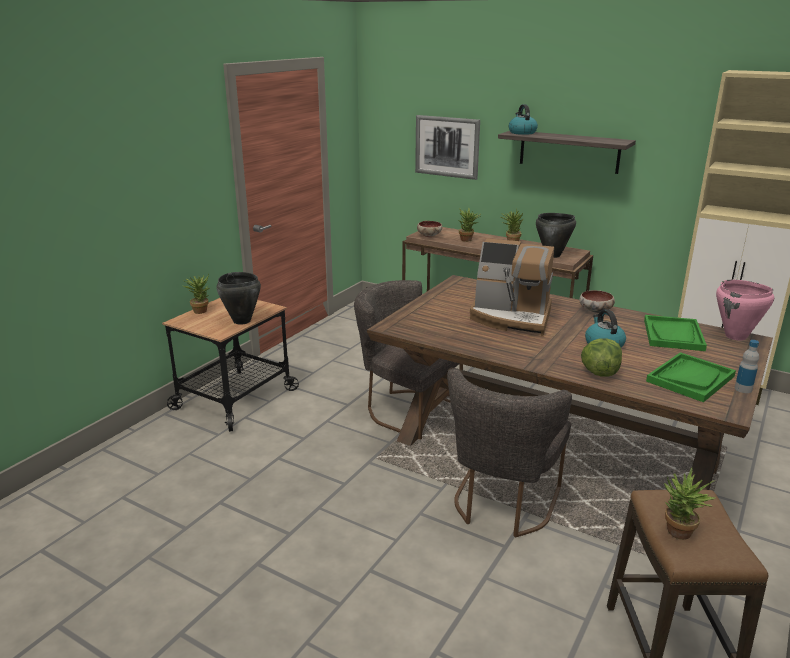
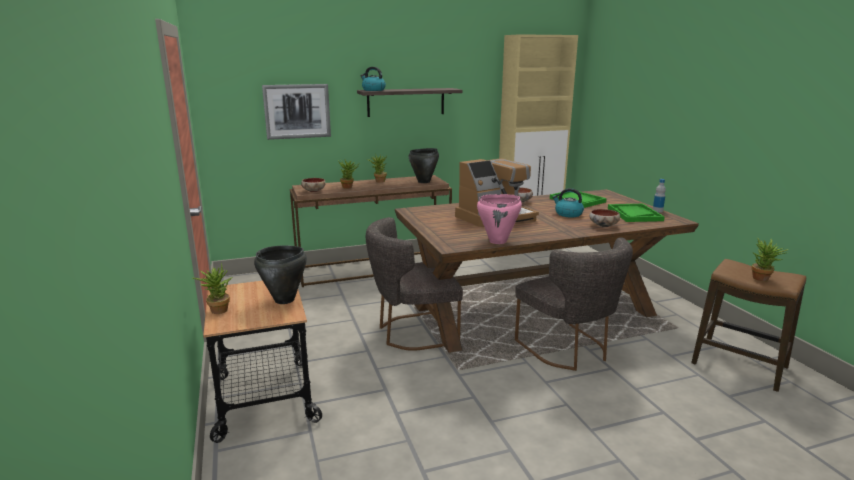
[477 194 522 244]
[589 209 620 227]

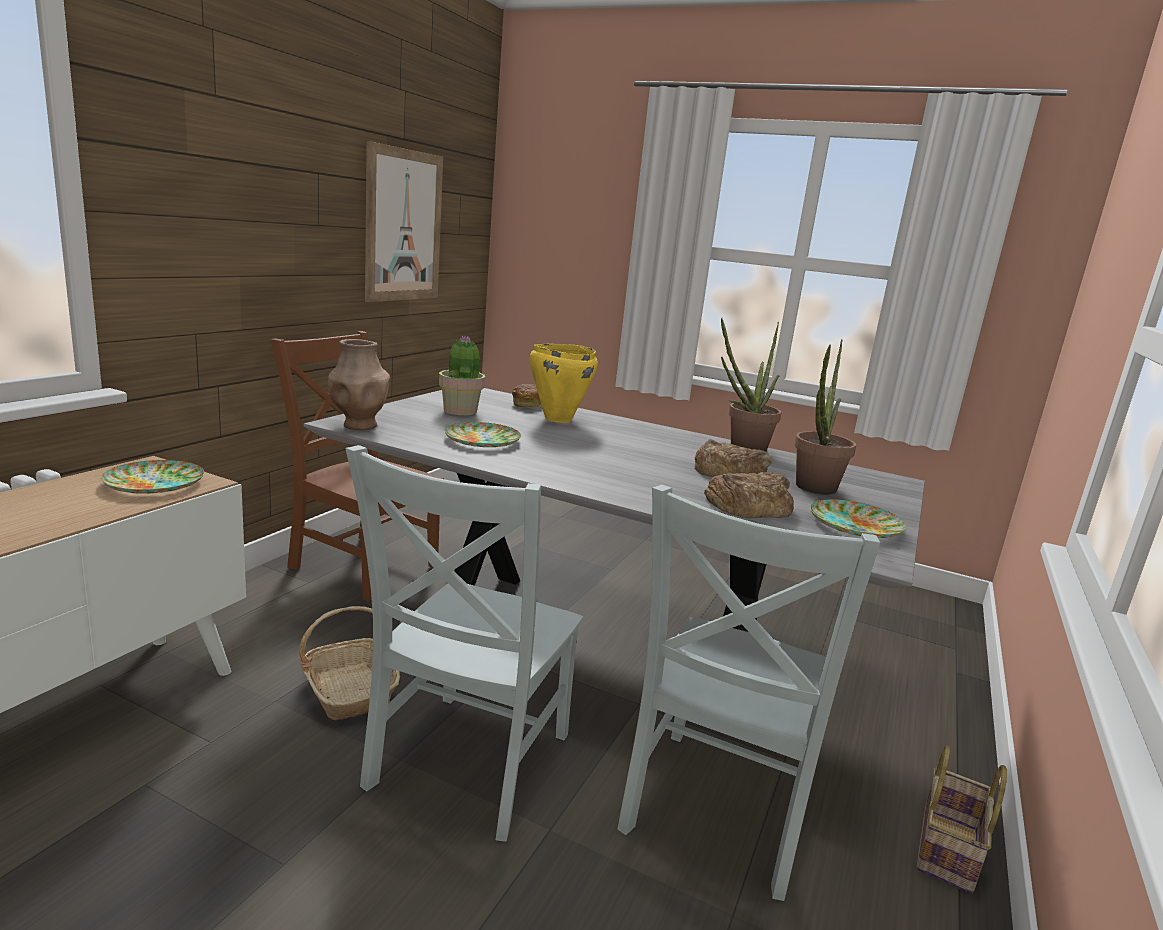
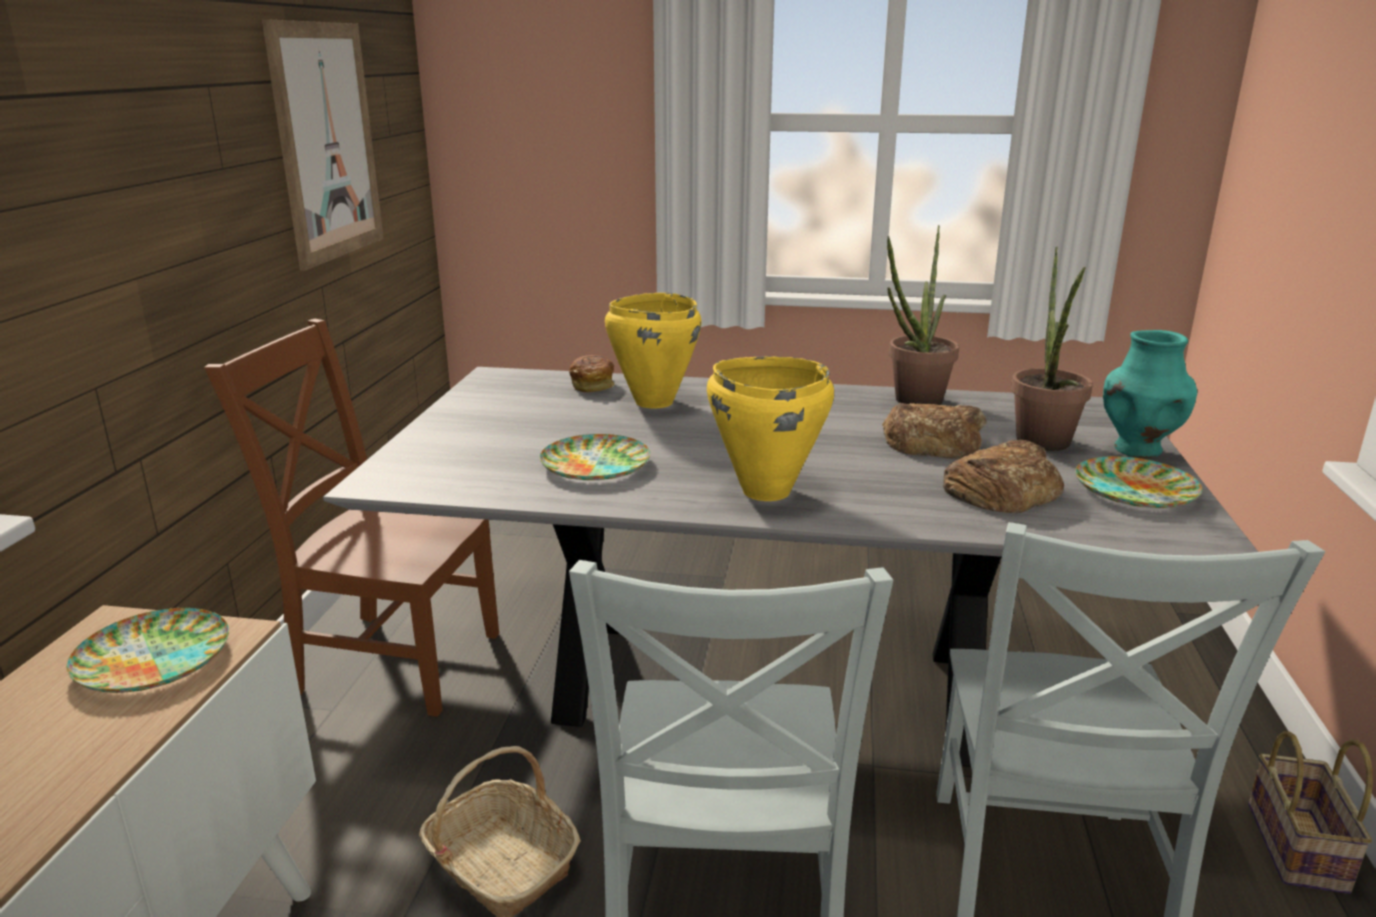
[707 357 834 501]
[1103 330 1197 458]
[328 339 390 430] (first image)
[439 335 485 416] (first image)

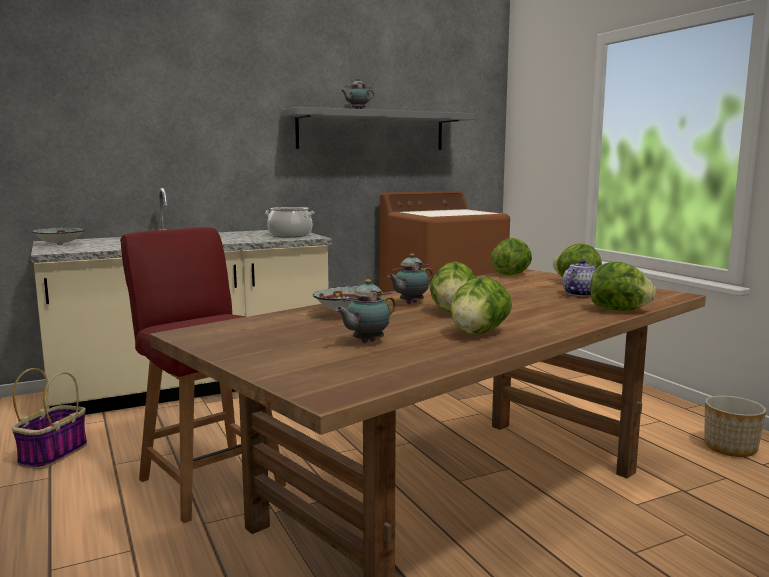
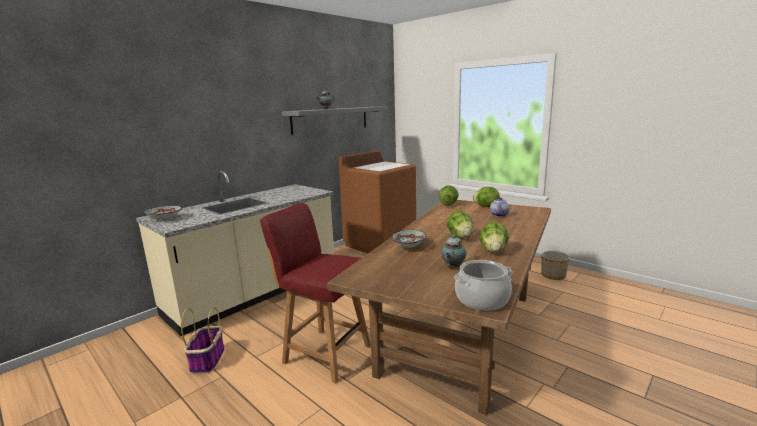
[454 260 512 310]
[388 254 433 304] (first image)
[590 262 656 311] (first image)

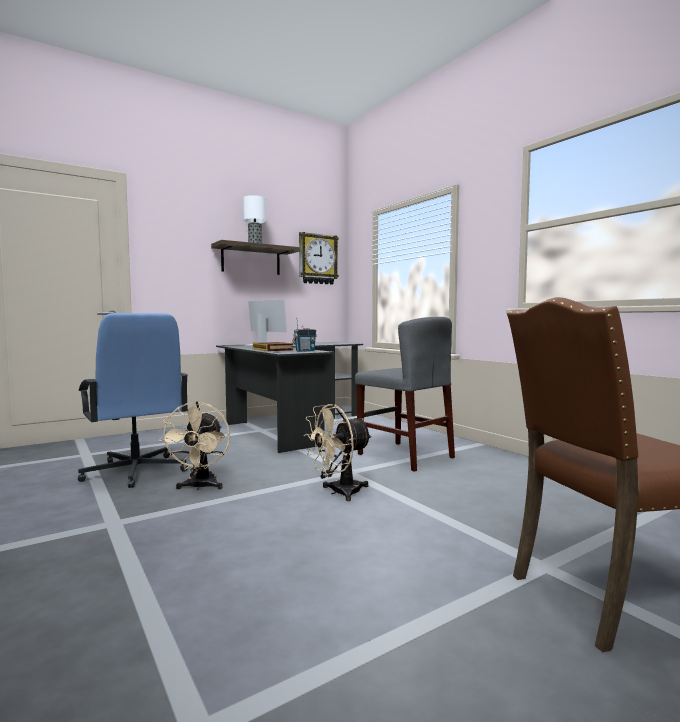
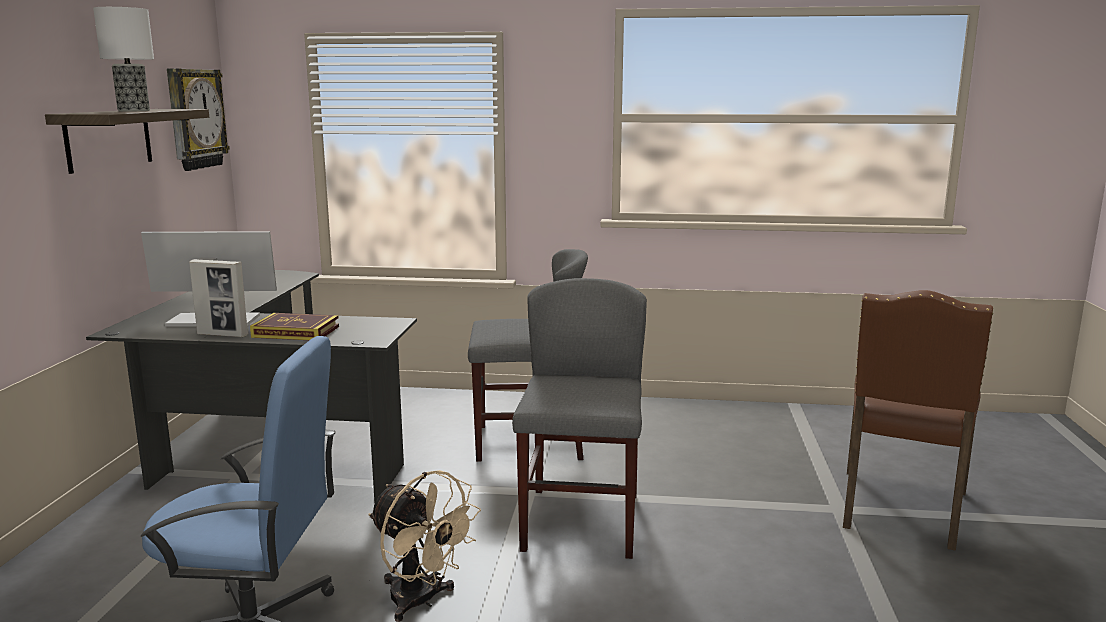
[189 259 248 337]
[512 278 647 559]
[292 317 317 352] (first image)

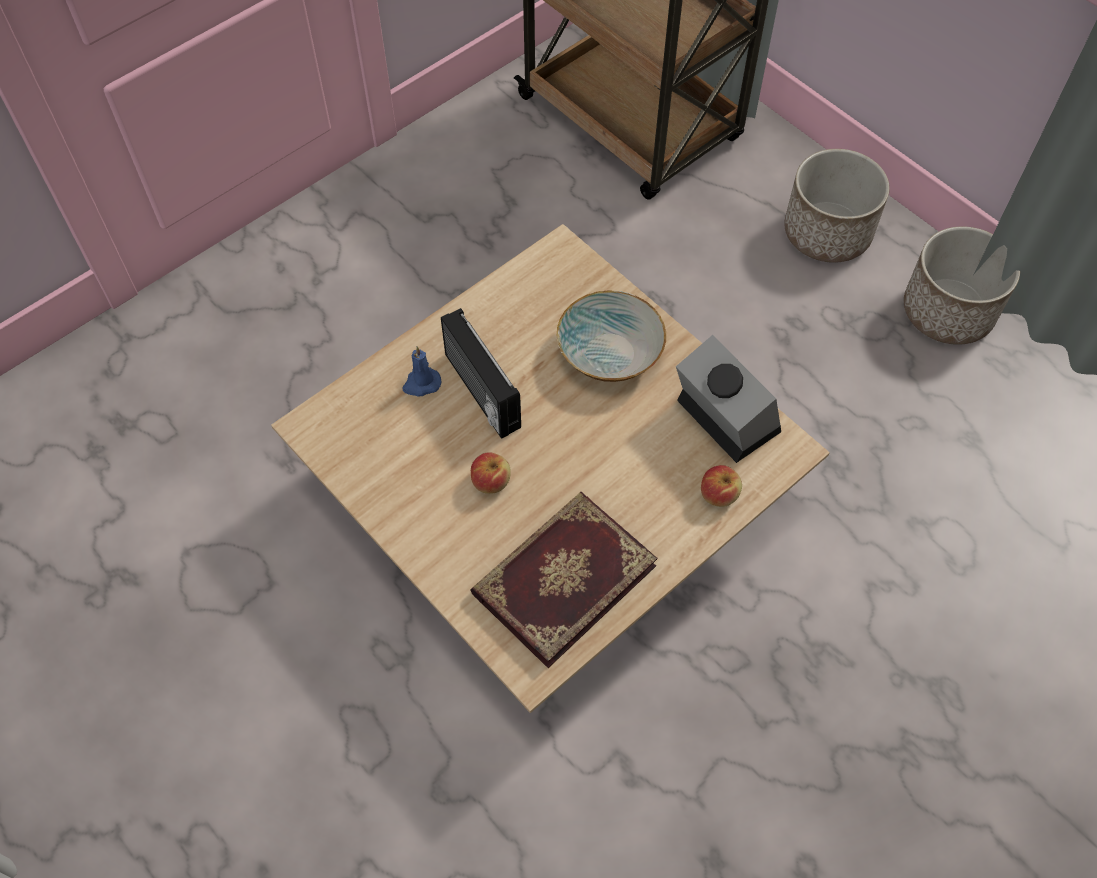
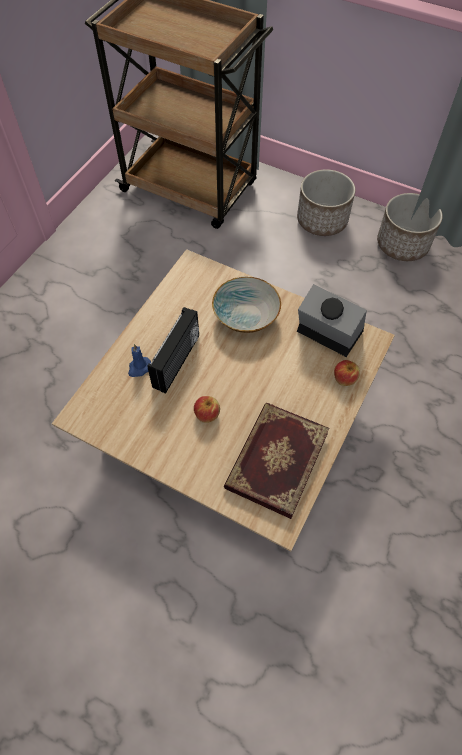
[147 307 199 394]

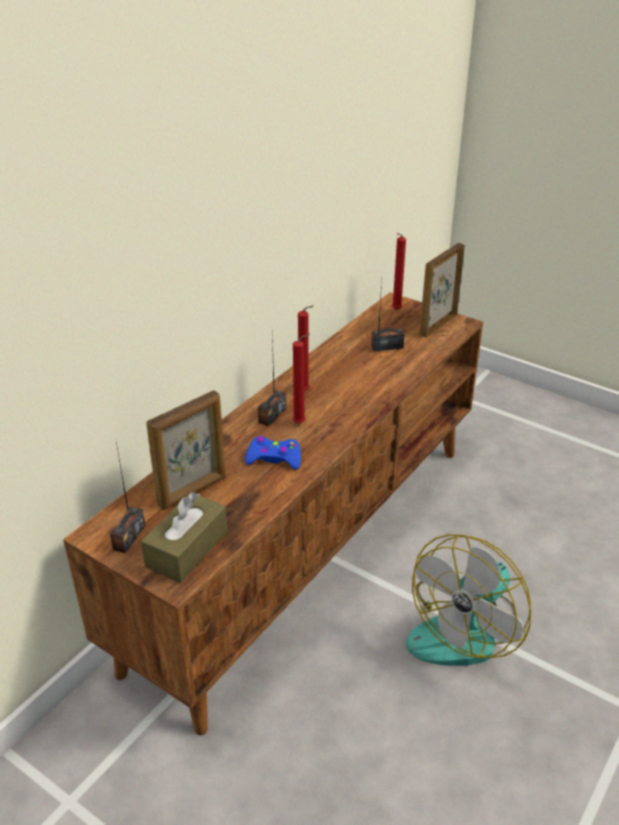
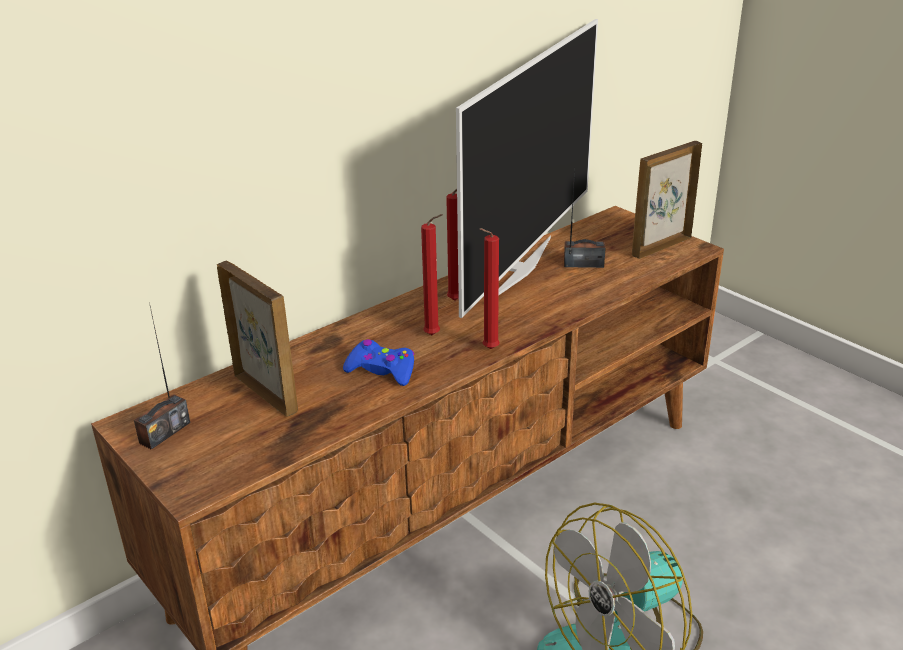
[217 260 298 417]
[456 19 598 318]
[480 228 500 349]
[141 492 228 583] (first image)
[258 336 286 426] (first image)

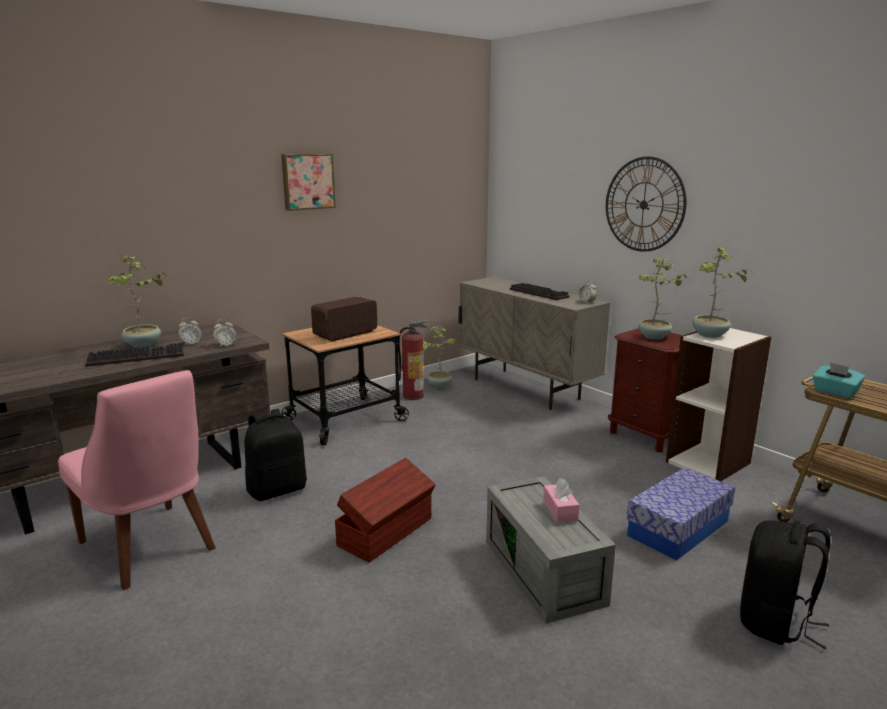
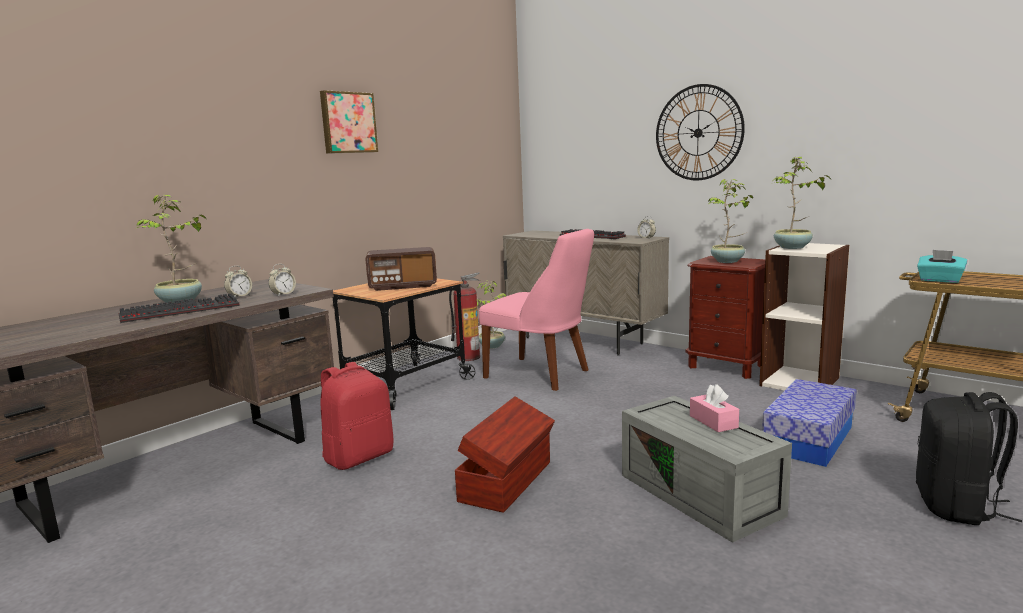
[321 362 393 470]
[365 247 437 291]
[479 229 594 391]

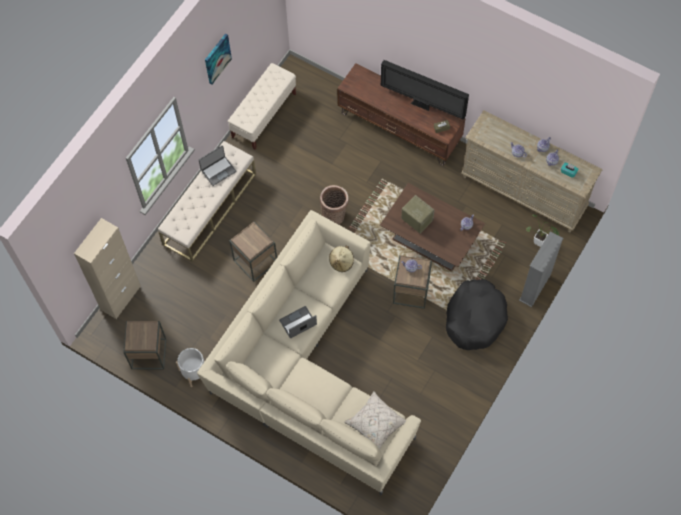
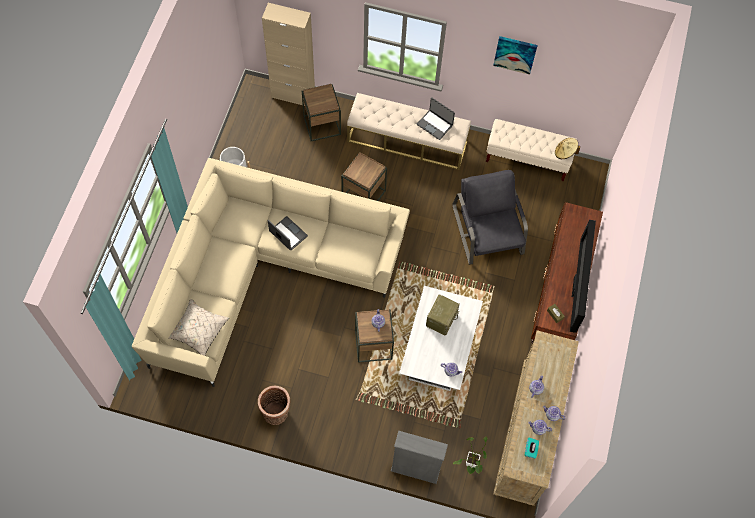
[258 386 291 425]
[302 84 341 141]
[399 286 483 391]
[453 170 528 265]
[555 138 580 159]
[446 279 508 350] (first image)

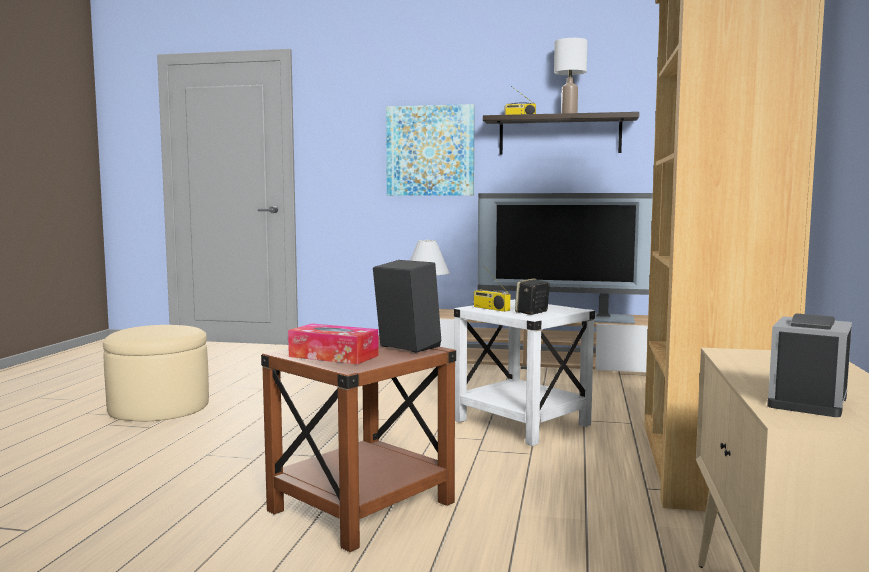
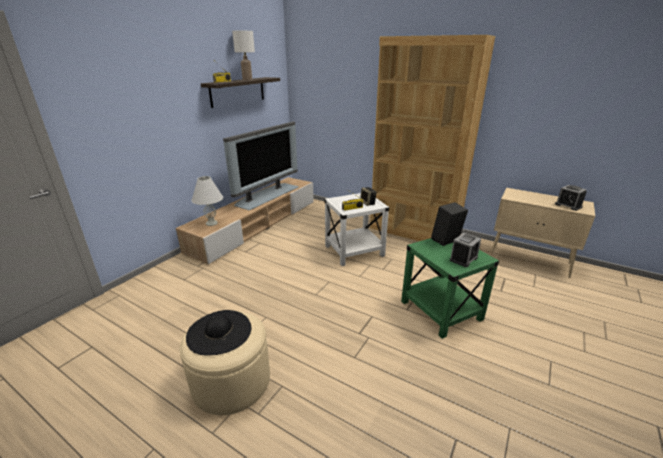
[186 310 251 356]
[401 238 499 339]
[450 233 481 267]
[386 104 475 196] (first image)

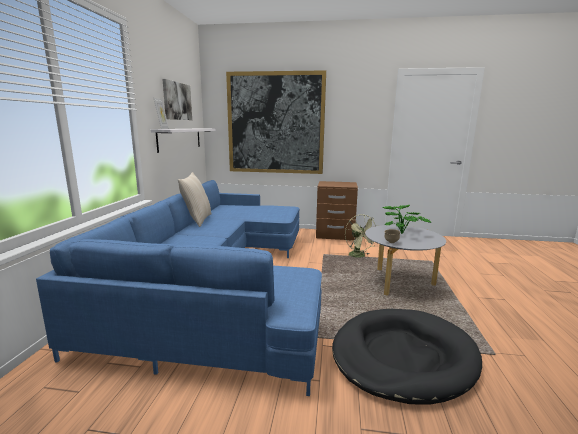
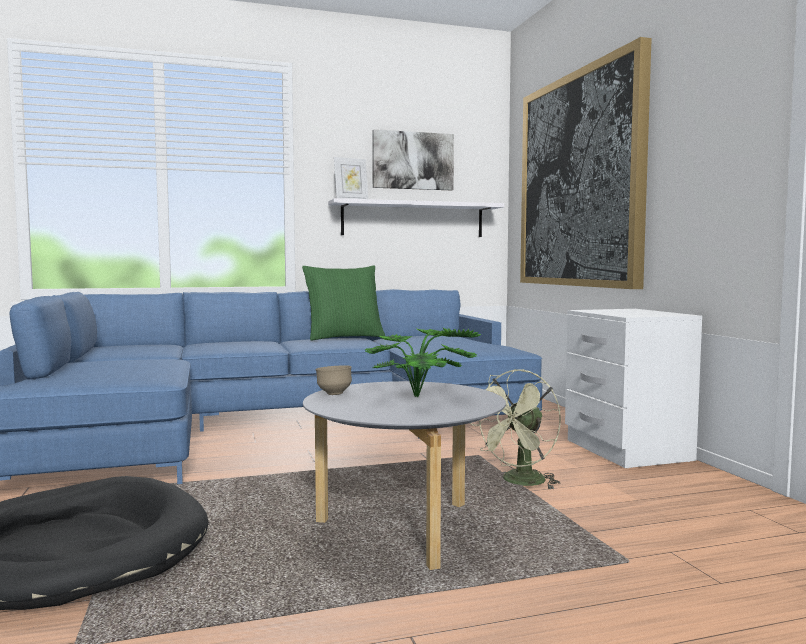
[302 265 385 341]
[565 309 702 468]

